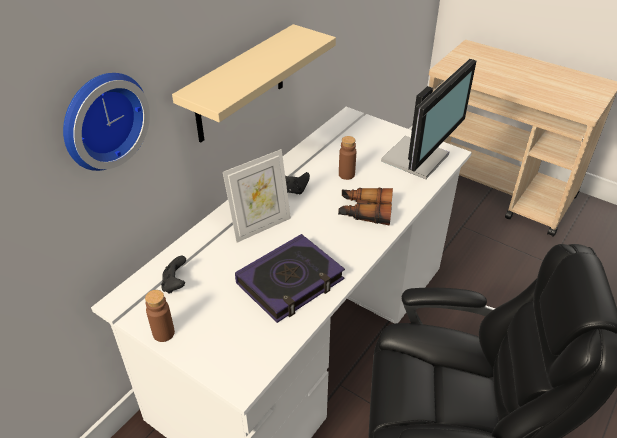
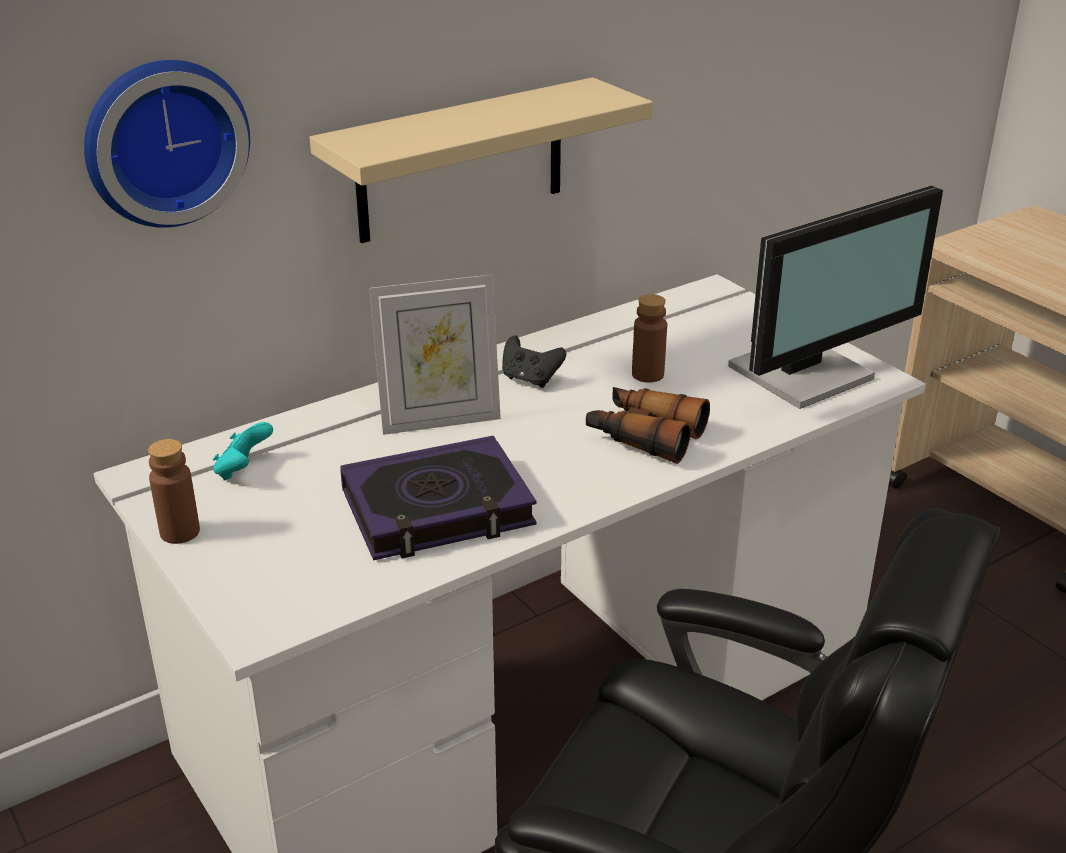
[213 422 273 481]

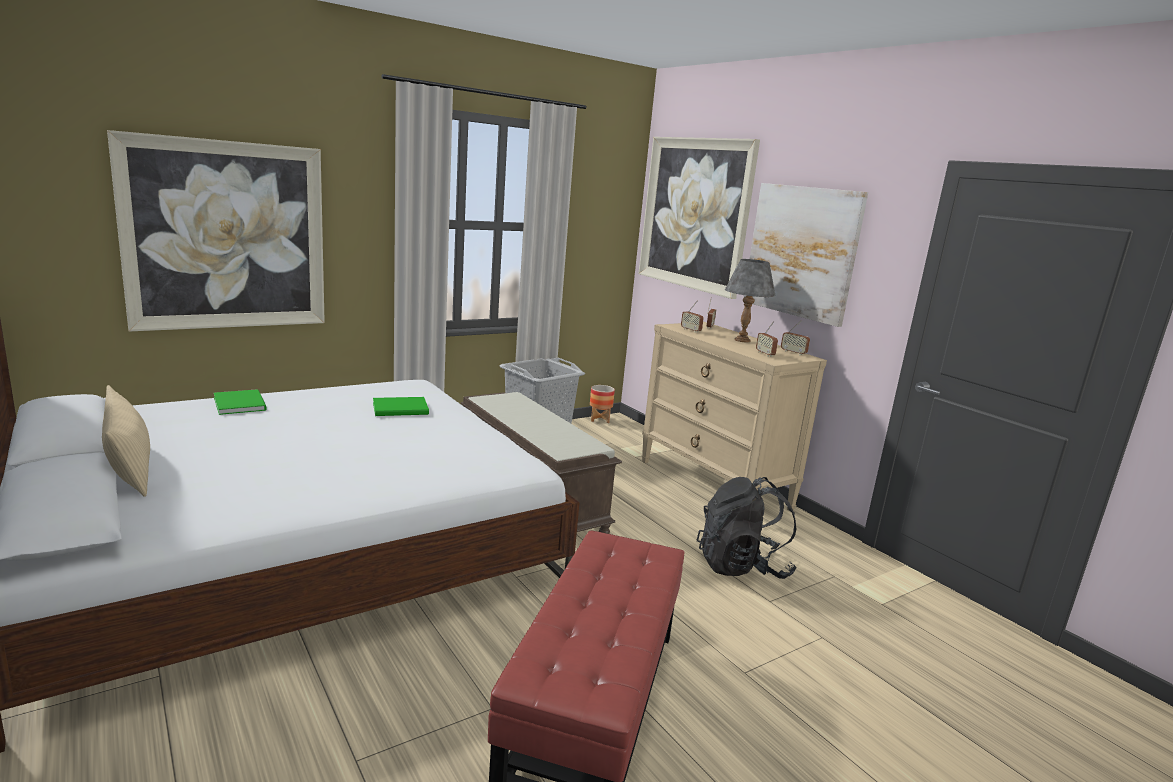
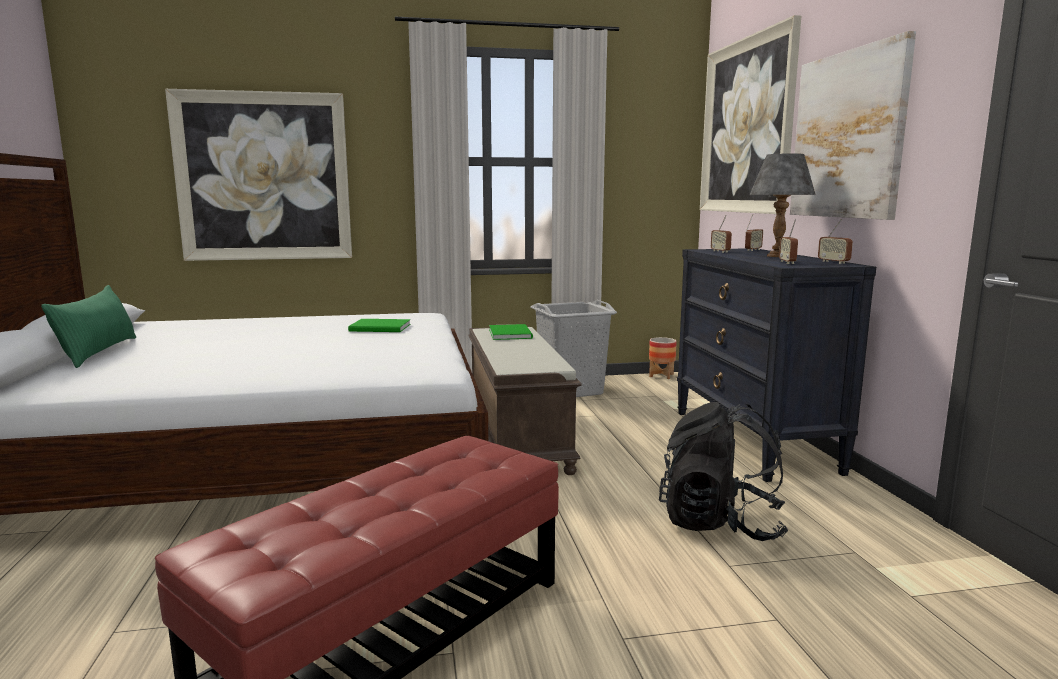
[41 285 136 368]
[489 324 533 340]
[677 249 876 482]

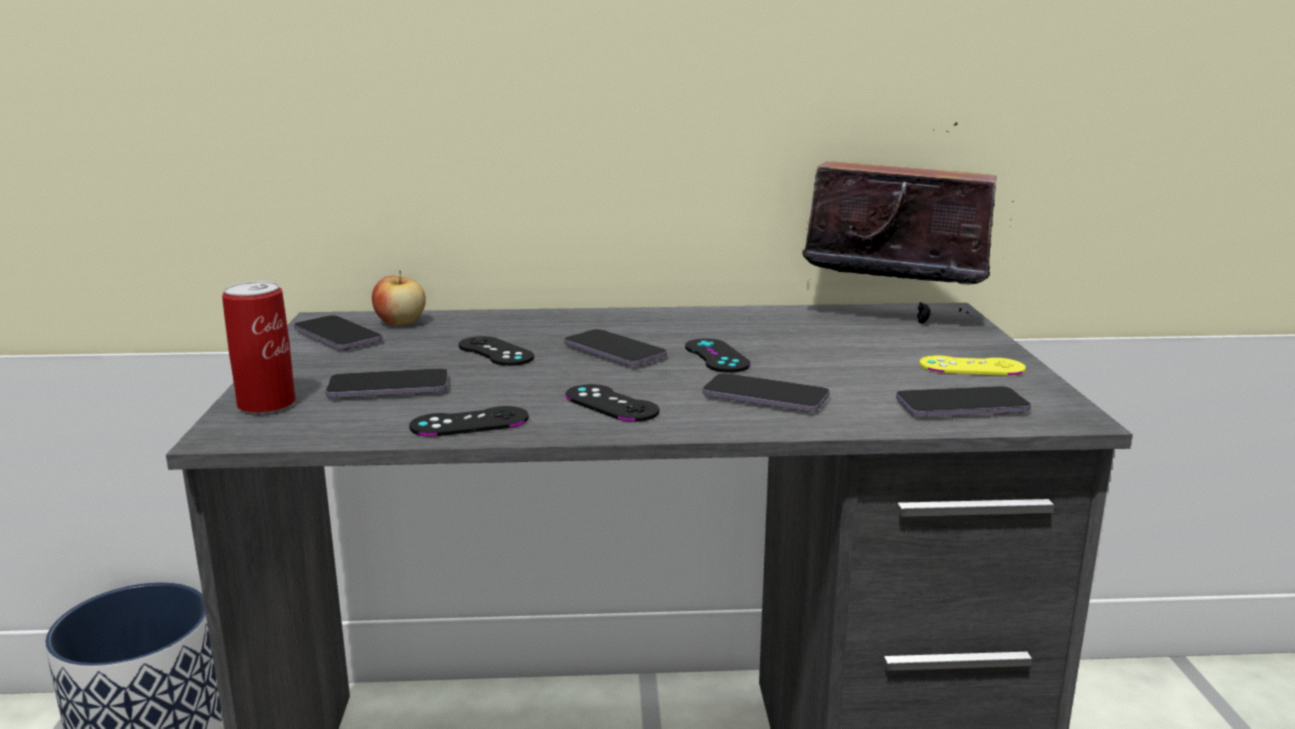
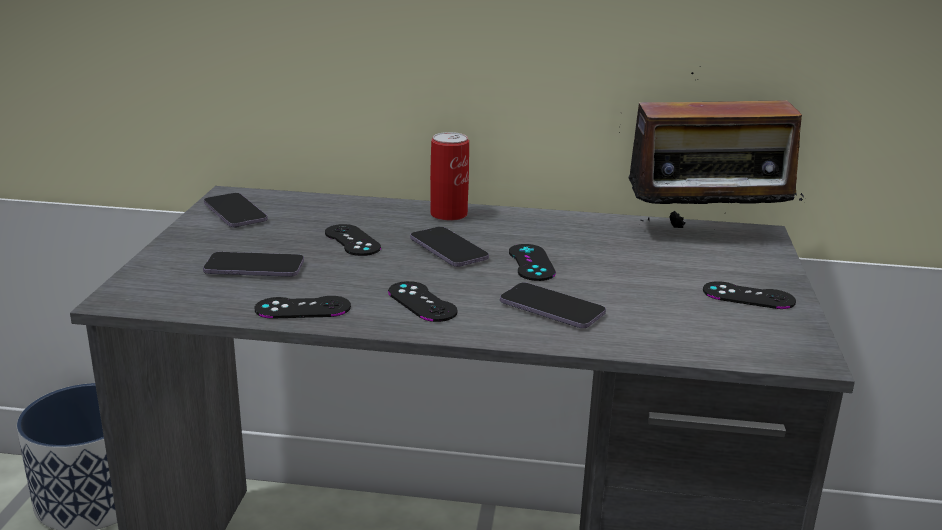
[430 132 469 221]
[619 66 805 228]
[703 281 796 309]
[372 271 426 326] (first image)
[896 386 1031 417] (first image)

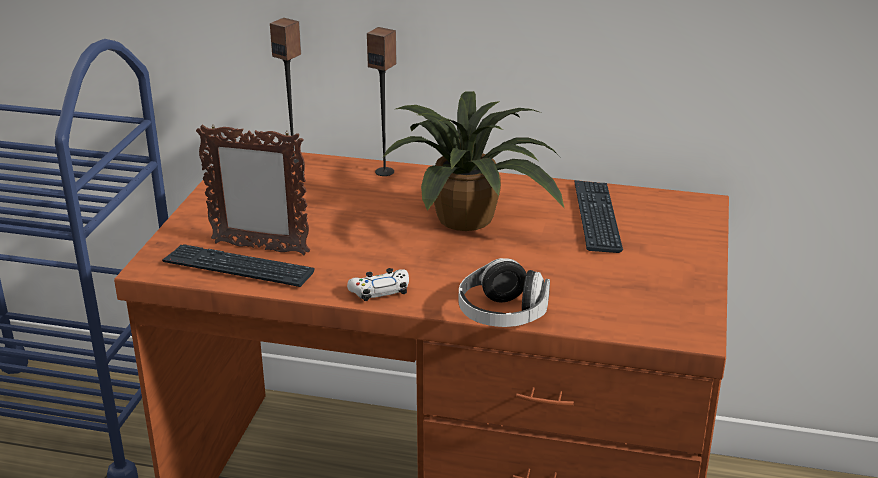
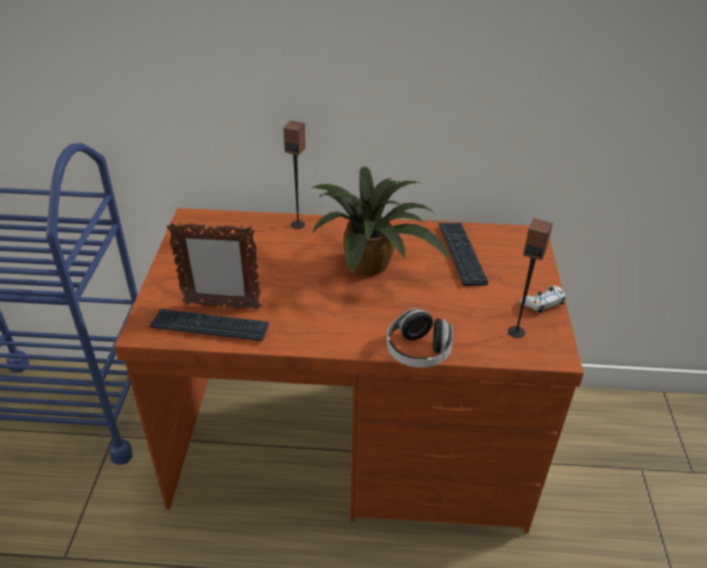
[508 218 553 338]
[520 286 565 313]

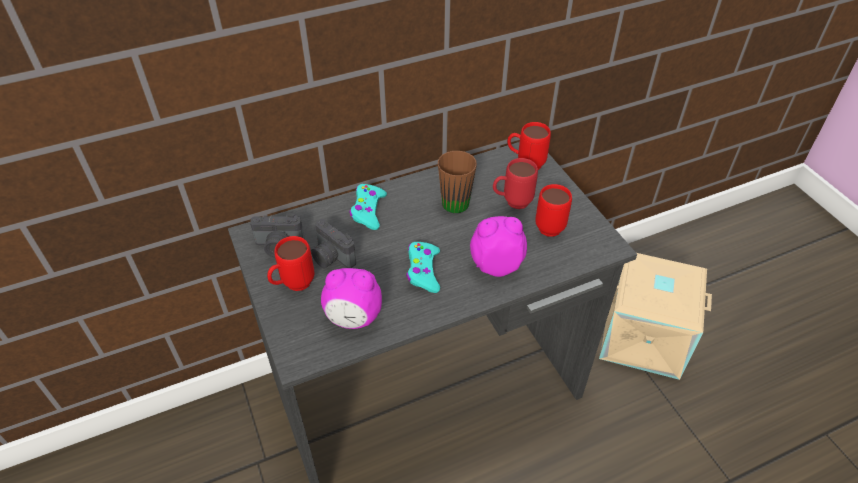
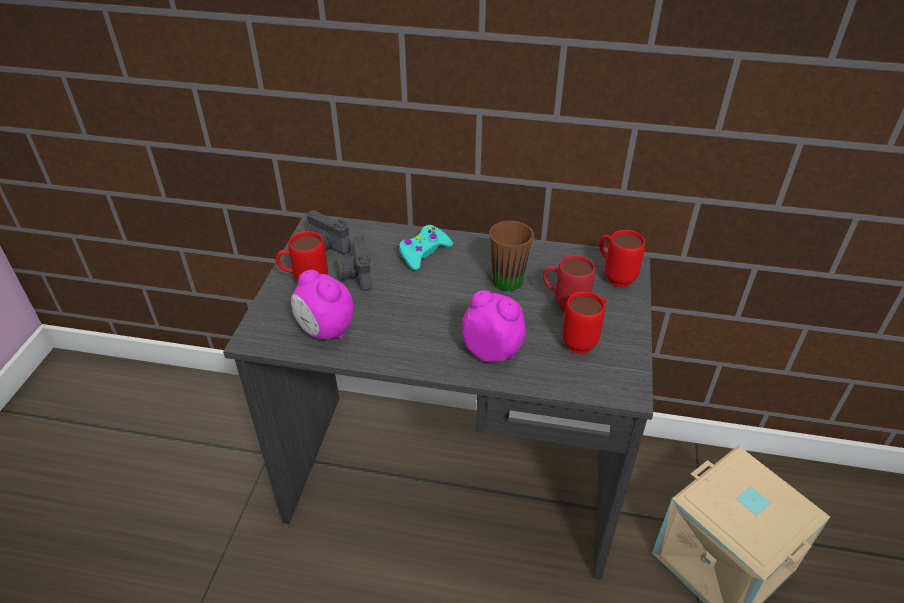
[406 242 440 293] (first image)

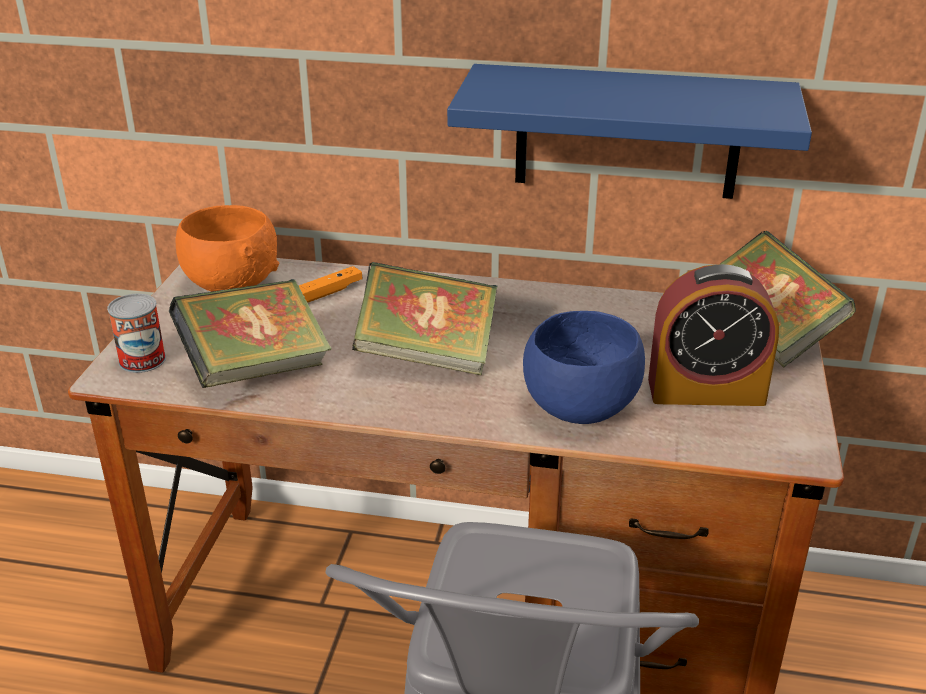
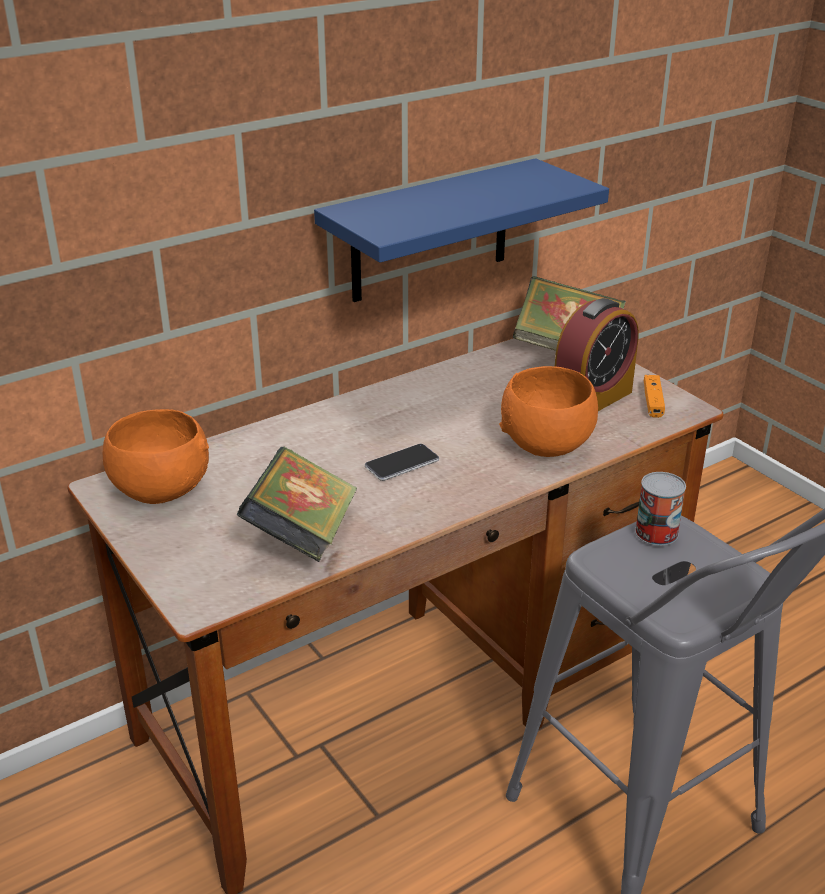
[365 444 439 481]
[499 366 598 457]
[635 472 686 546]
[644 375 665 418]

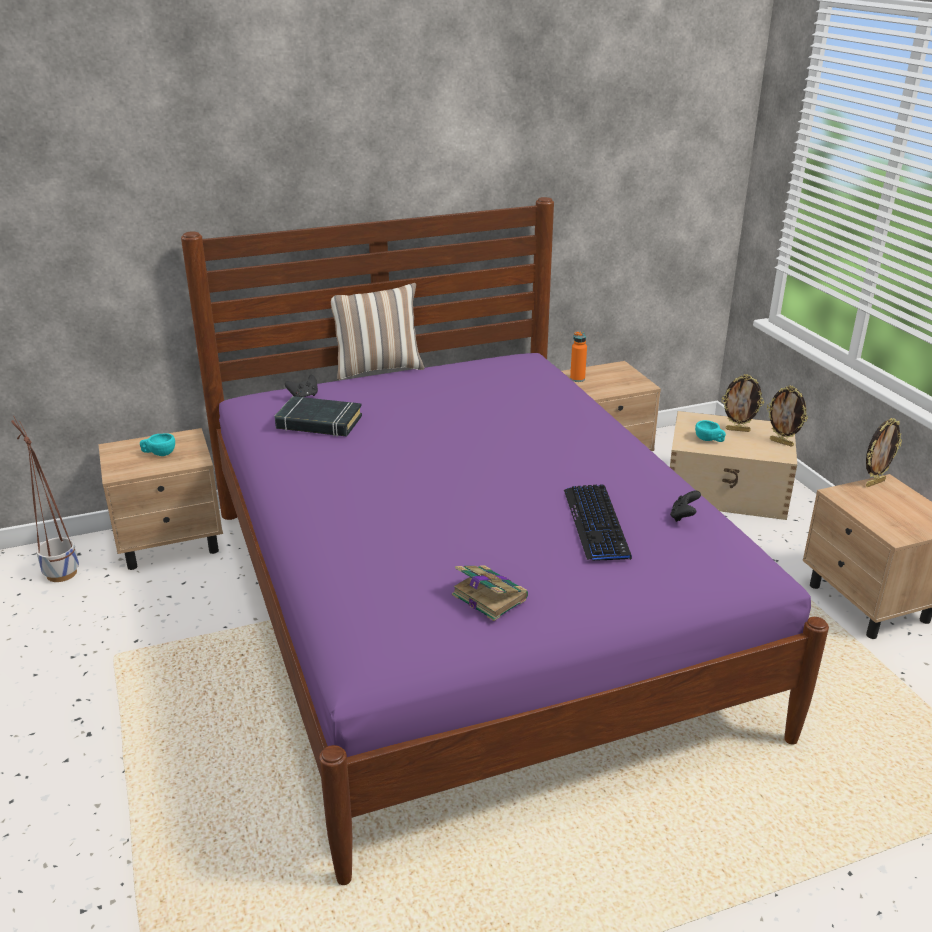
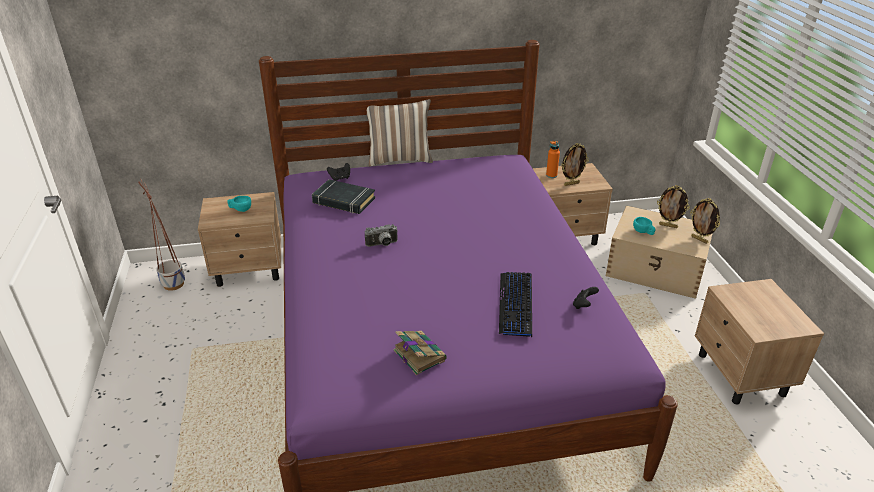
[365 224 398 247]
[561 143 589 186]

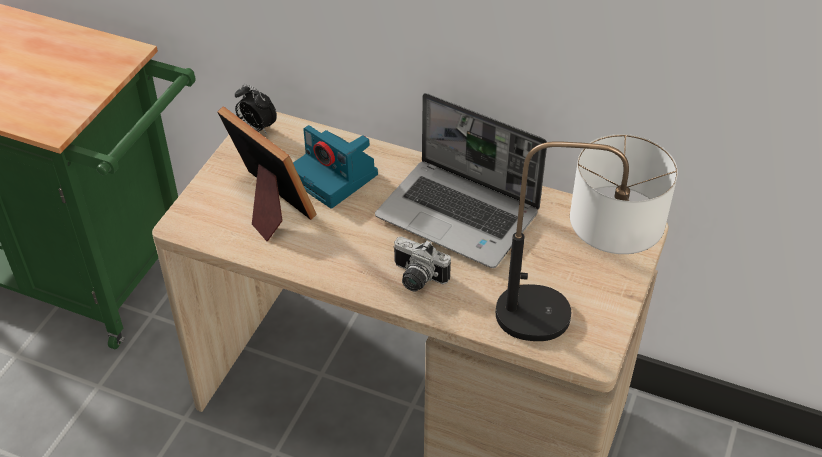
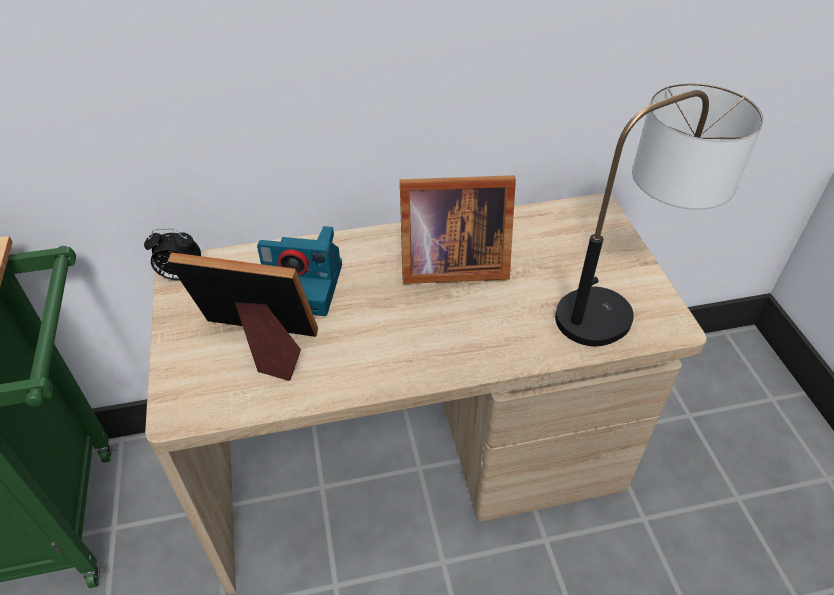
[400 175 516 284]
[394 236 451 292] (first image)

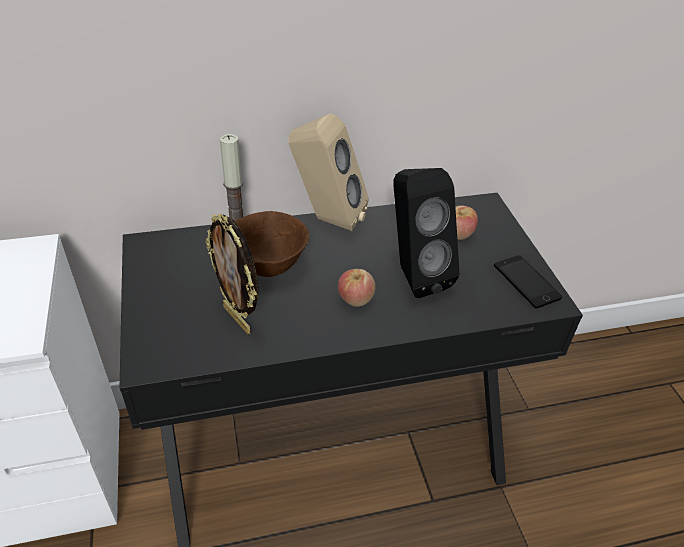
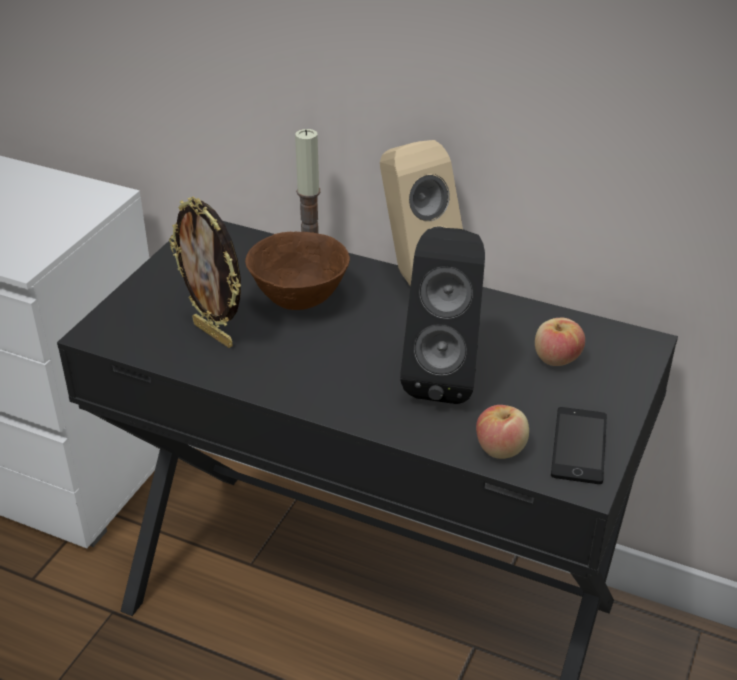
[169 197 241 348]
[476 405 529 459]

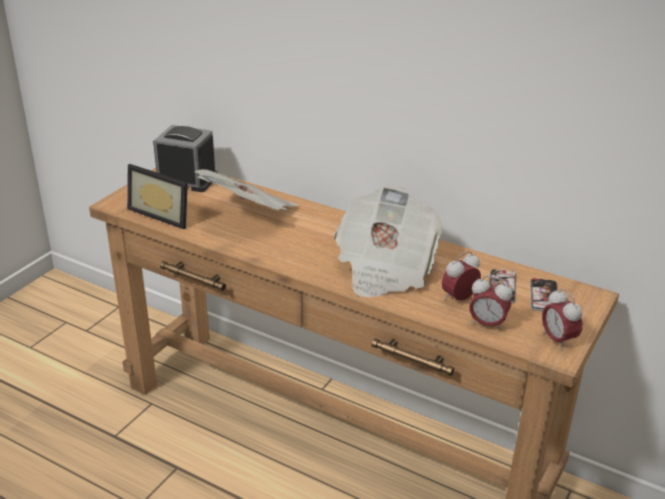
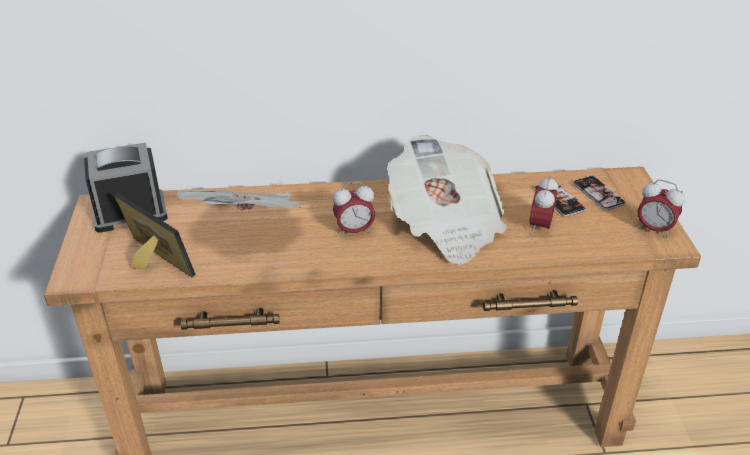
[114 193 195 277]
[333 182 375 237]

